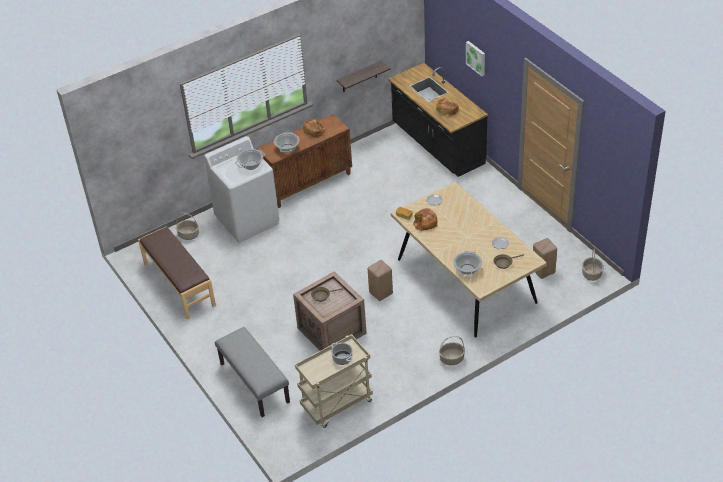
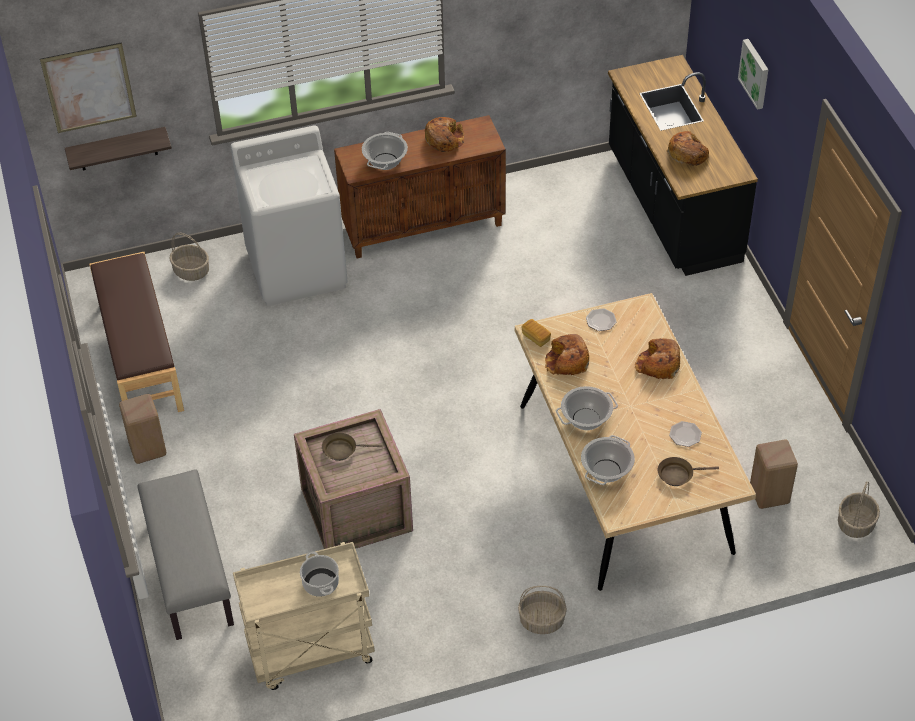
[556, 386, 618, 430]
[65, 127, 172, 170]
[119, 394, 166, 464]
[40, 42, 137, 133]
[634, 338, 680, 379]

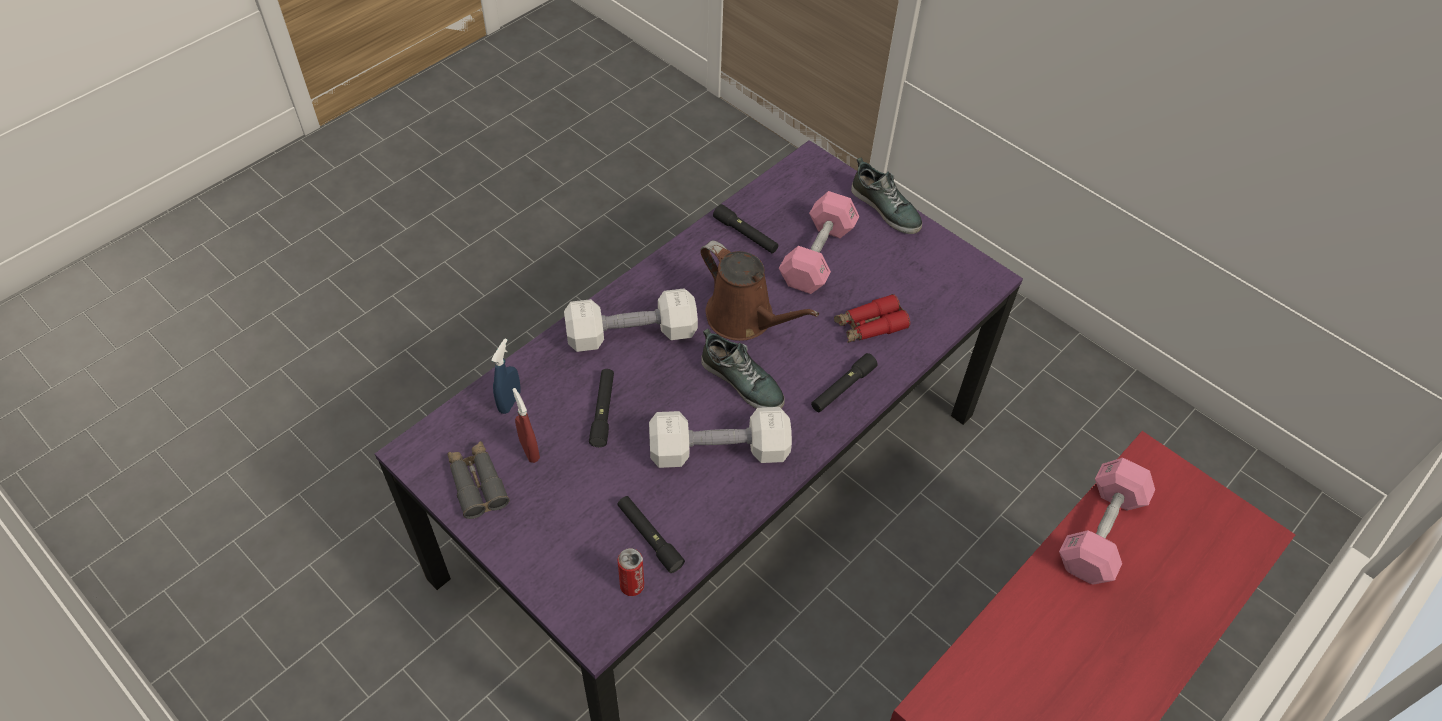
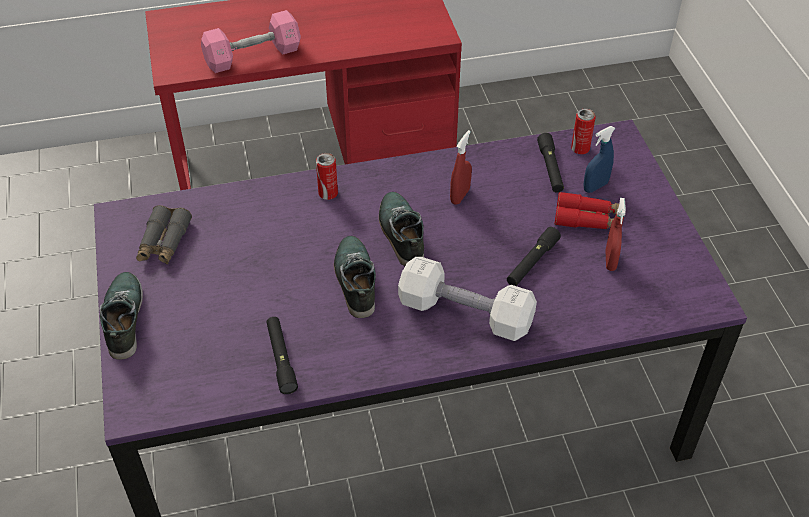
[136, 205, 192, 265]
[583, 126, 615, 193]
[450, 130, 472, 205]
[334, 236, 376, 318]
[779, 191, 859, 294] (first image)
[316, 153, 338, 200]
[554, 192, 619, 229]

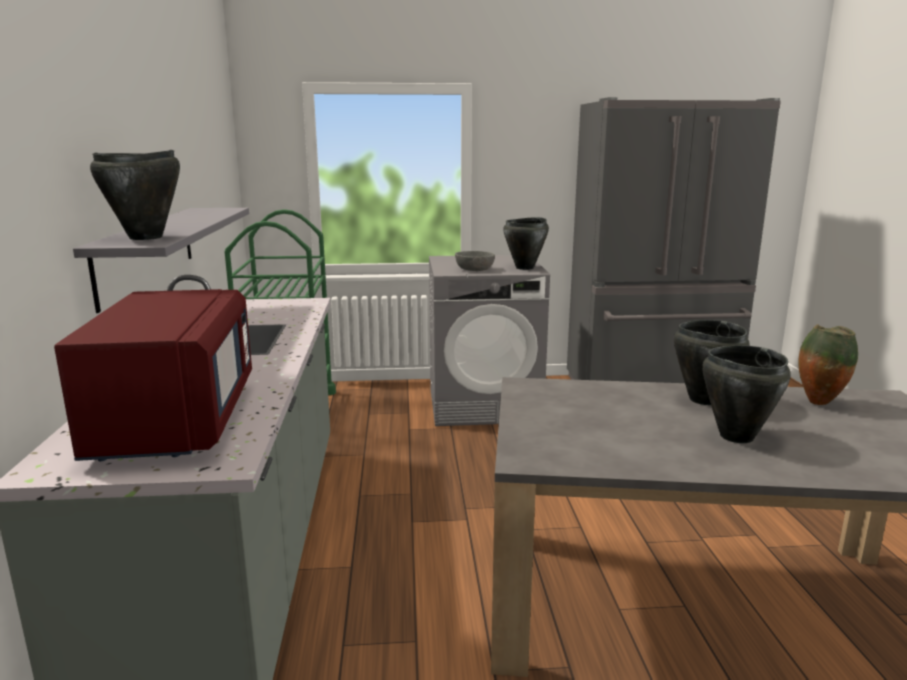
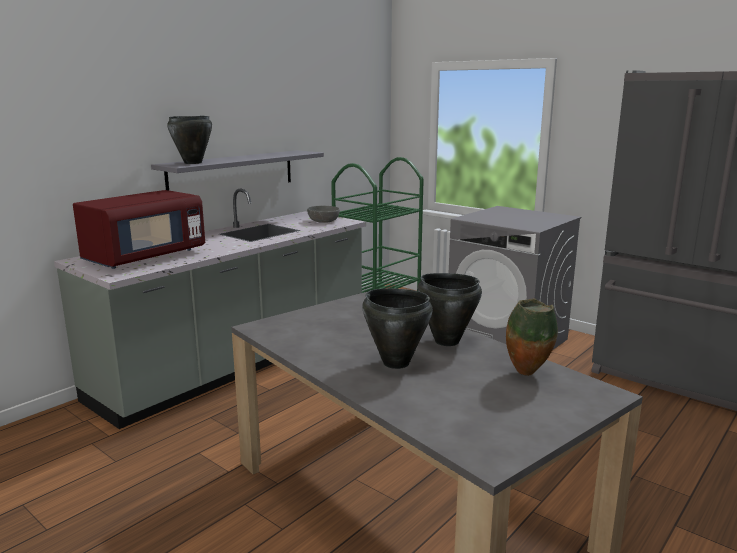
[307, 206, 340, 223]
[503, 217, 549, 270] (first image)

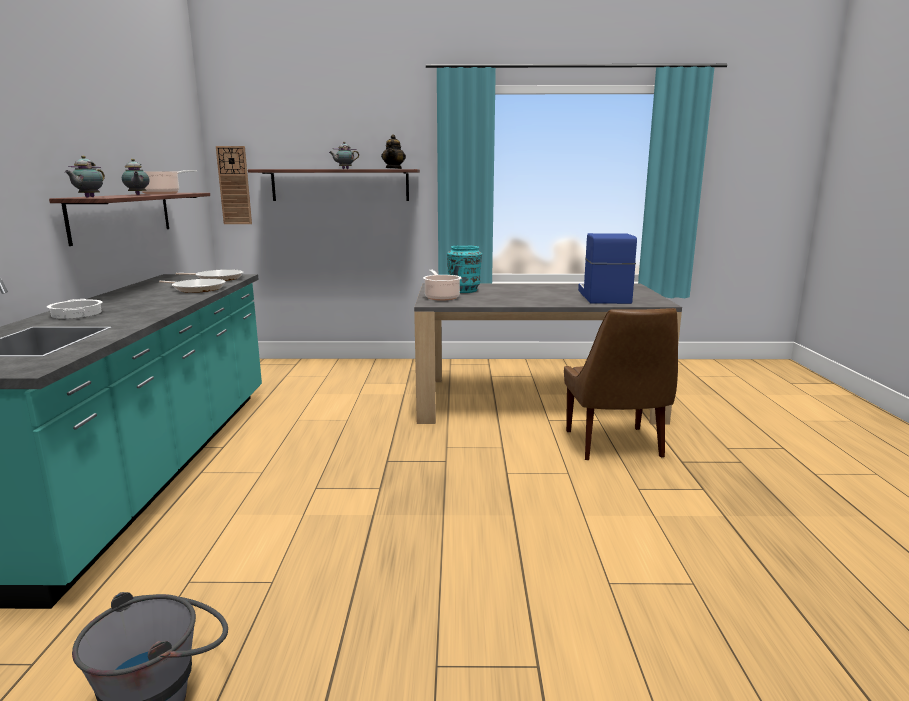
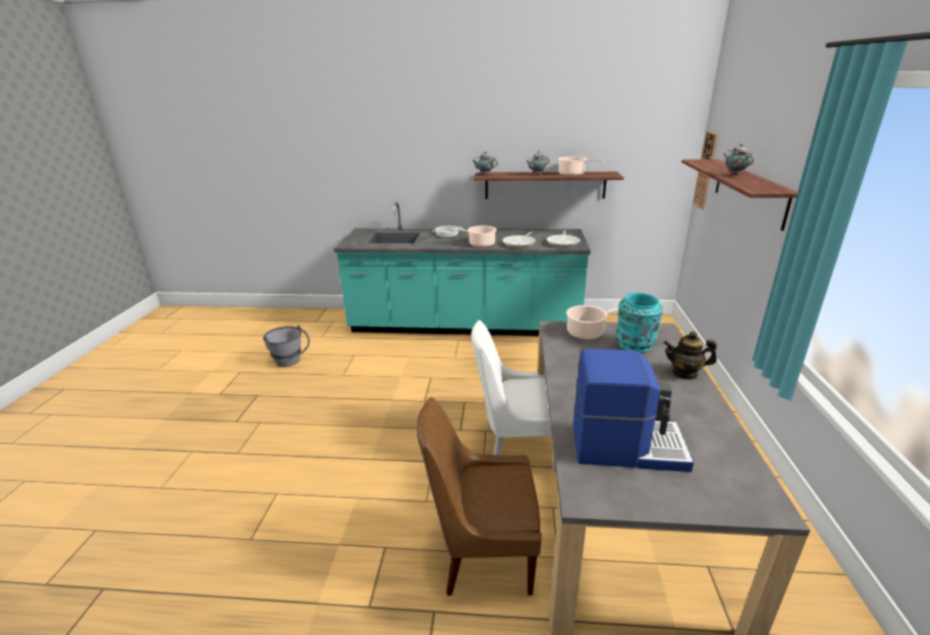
[664, 331, 717, 380]
[450, 226, 497, 247]
[471, 320, 556, 472]

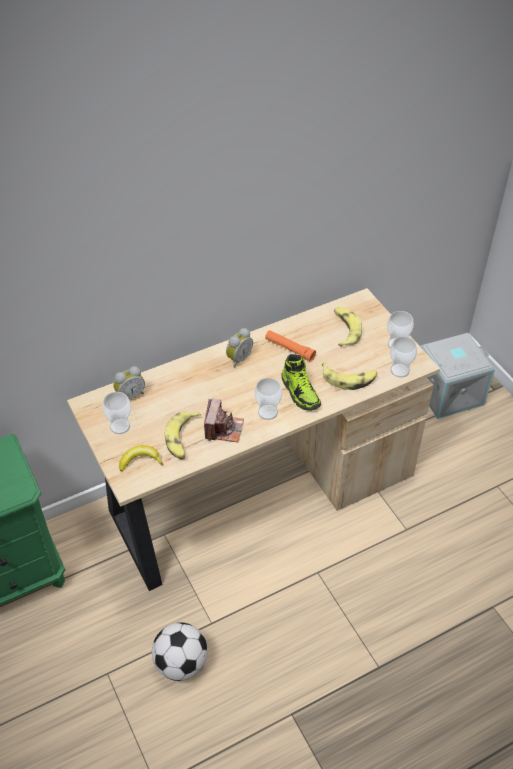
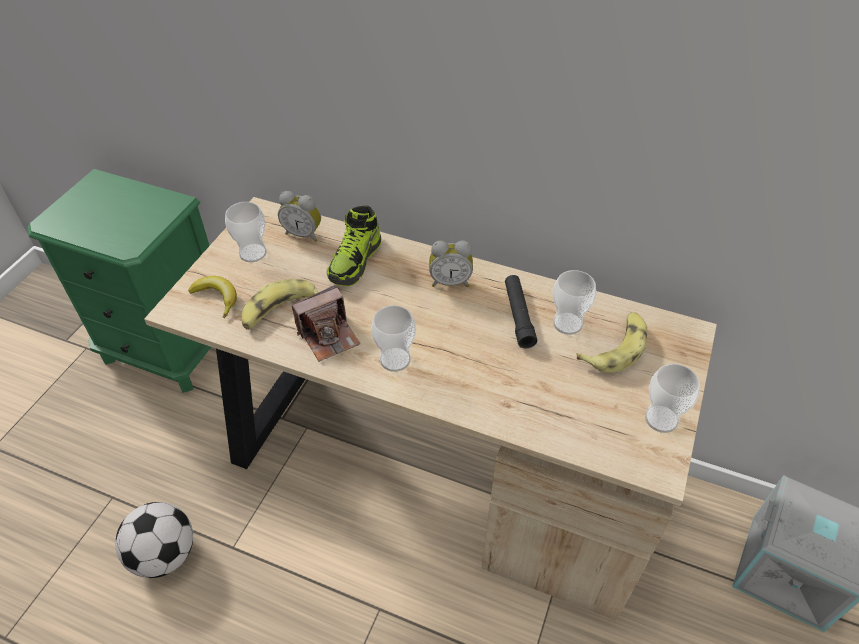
[505, 275, 537, 348]
[327, 206, 381, 286]
[322, 362, 377, 390] (first image)
[553, 270, 596, 335]

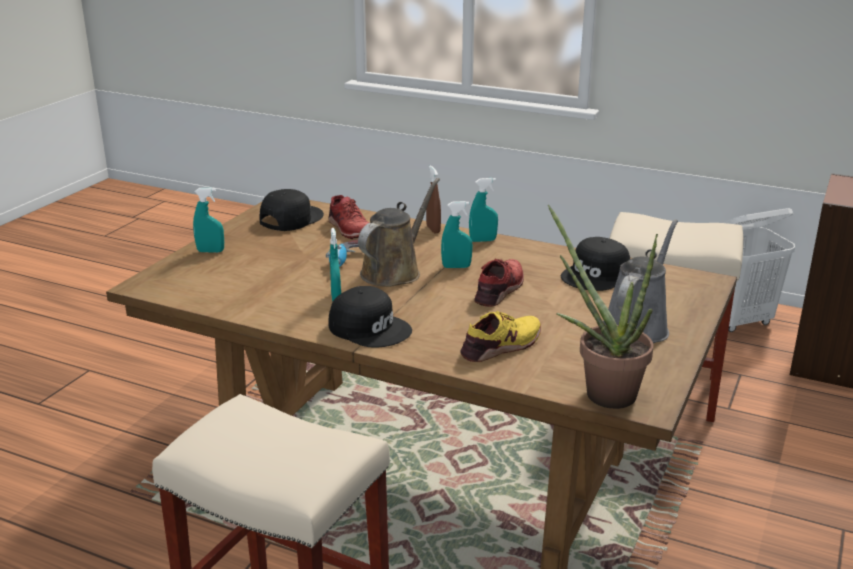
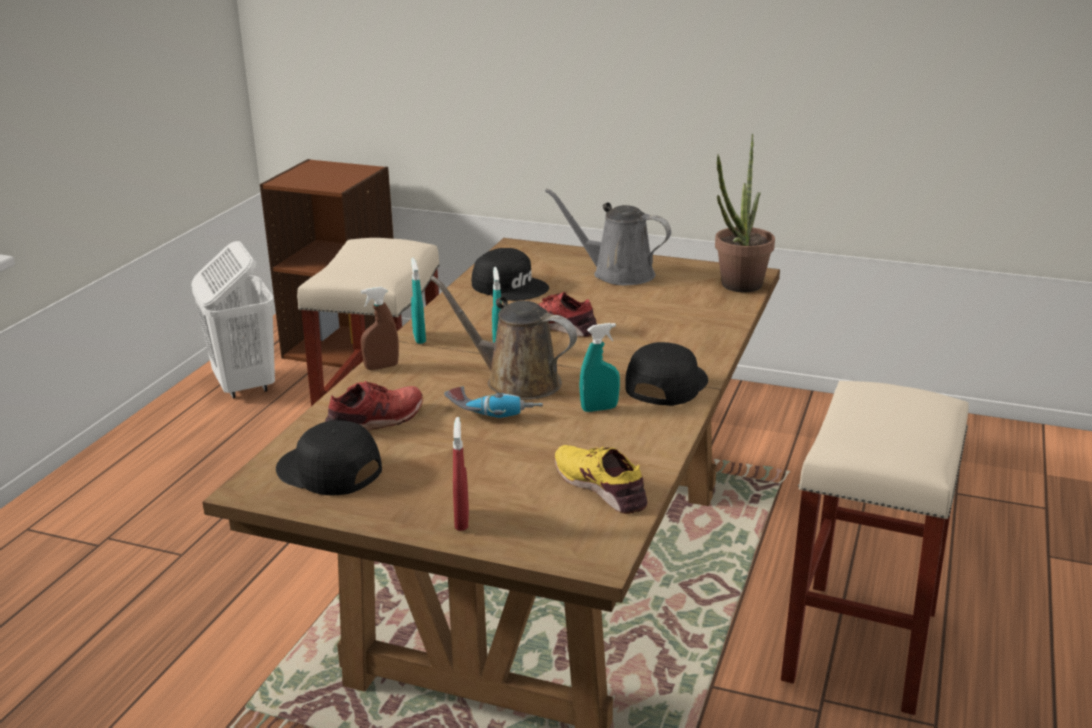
[453, 417, 469, 531]
[555, 445, 647, 514]

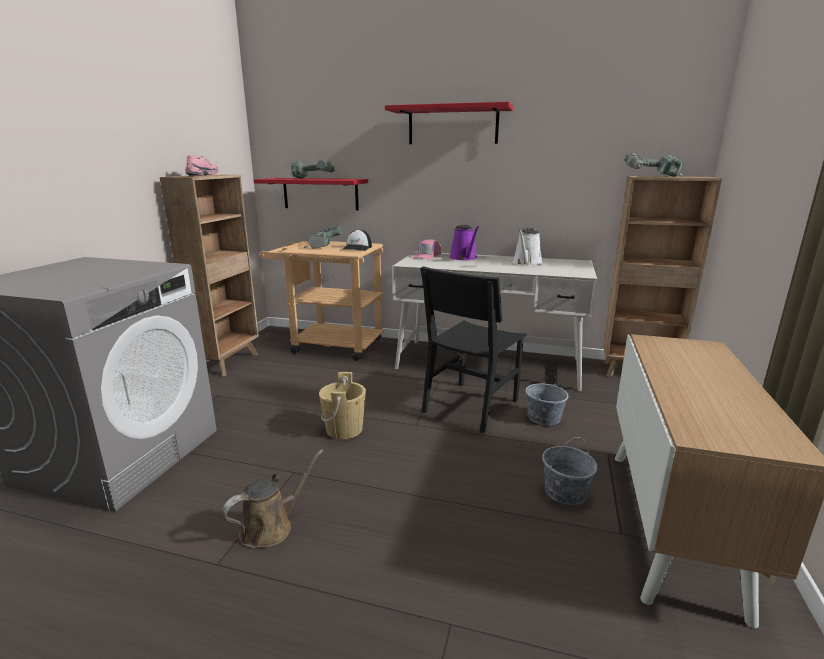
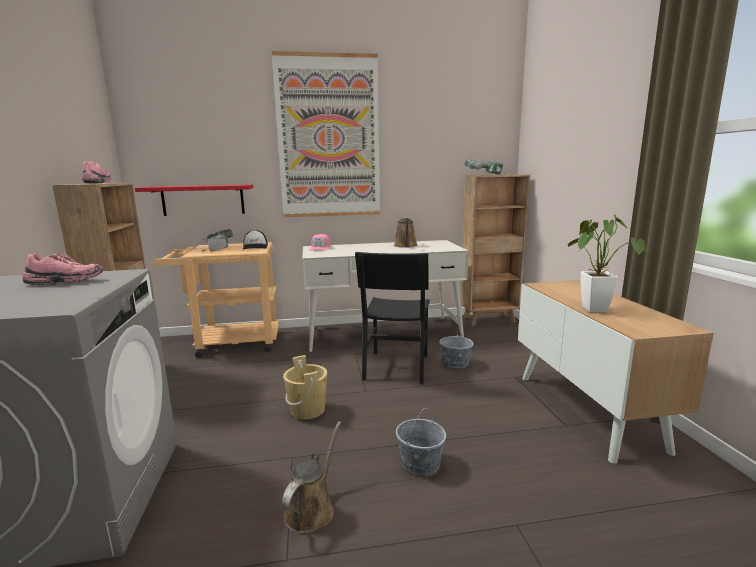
[291, 159, 335, 179] (first image)
[272, 51, 380, 217]
[450, 225, 479, 260] (first image)
[394, 218, 417, 248]
[396, 408, 446, 475]
[22, 253, 103, 285]
[568, 214, 645, 312]

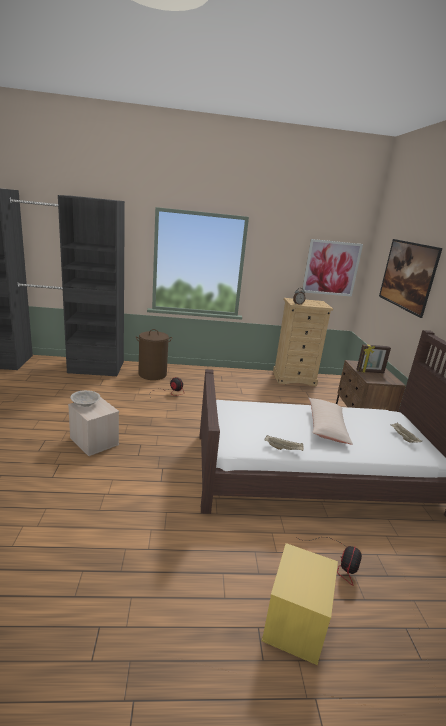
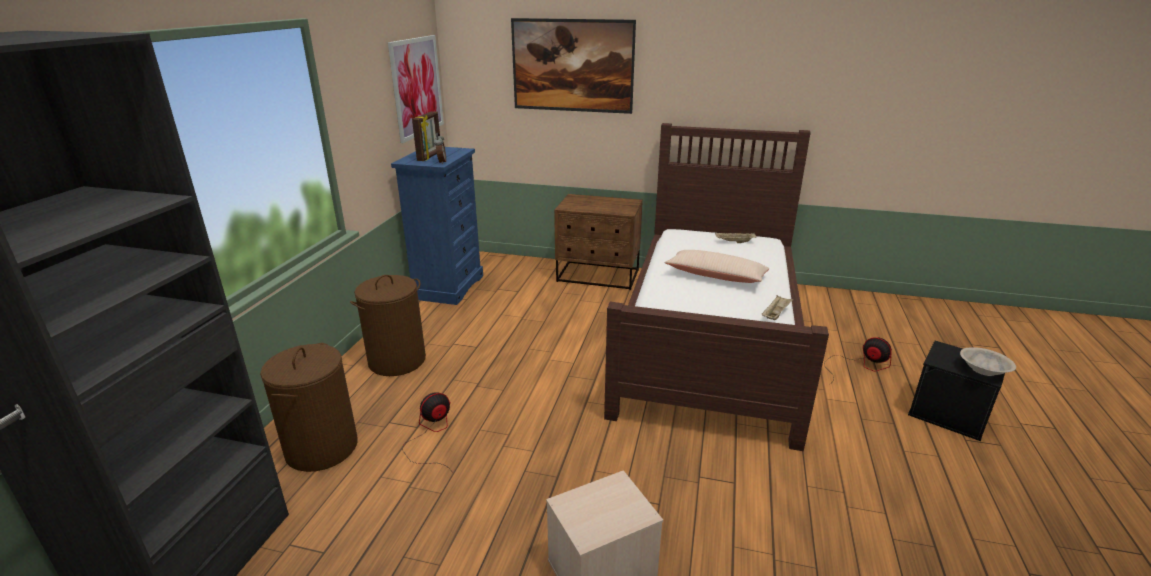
[960, 347, 1016, 376]
[908, 341, 1005, 441]
[391, 147, 483, 305]
[412, 111, 440, 161]
[350, 275, 426, 376]

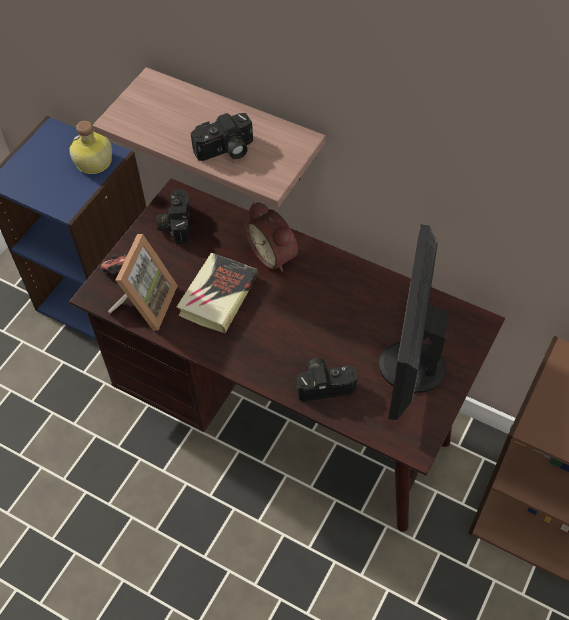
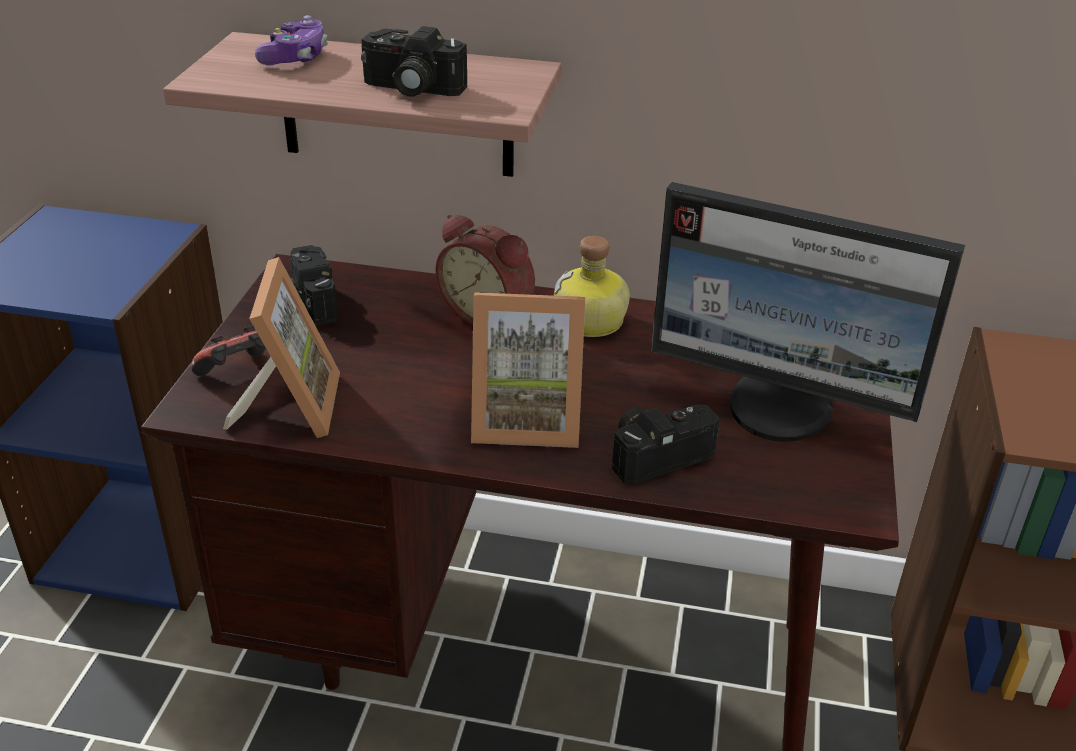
[554, 236, 630, 337]
[177, 253, 258, 334] (first image)
[361, 26, 468, 97]
[651, 182, 965, 442]
[255, 15, 328, 65]
[471, 292, 585, 448]

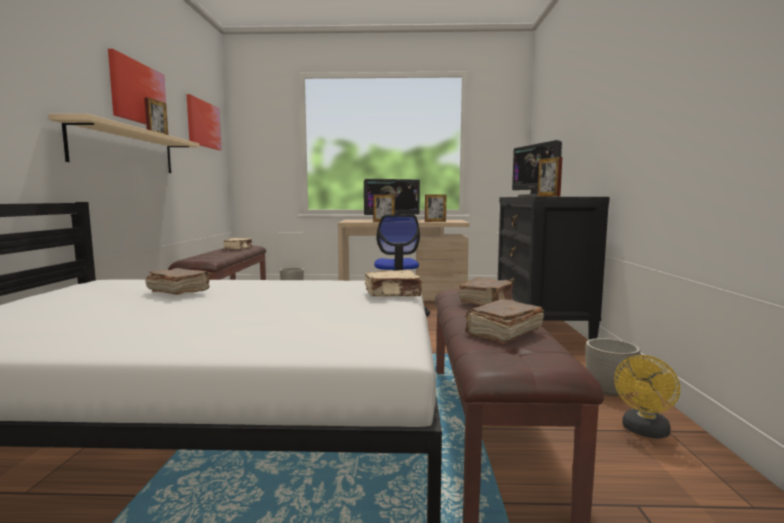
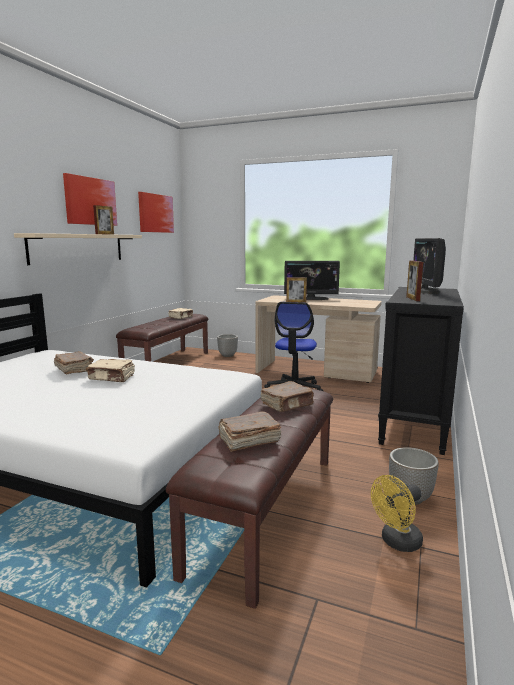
[86, 359, 135, 382]
[425, 194, 446, 222] (first image)

